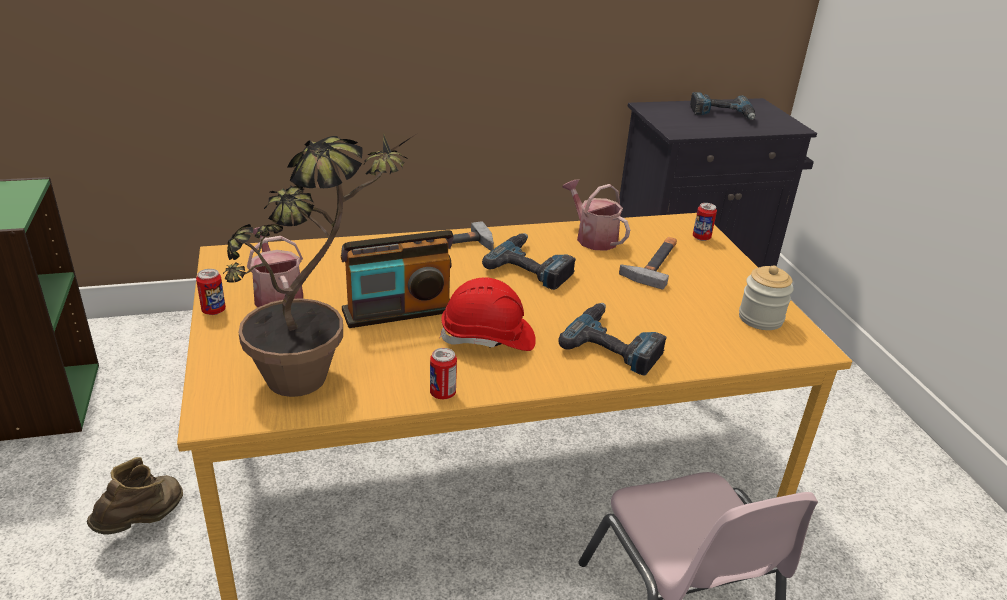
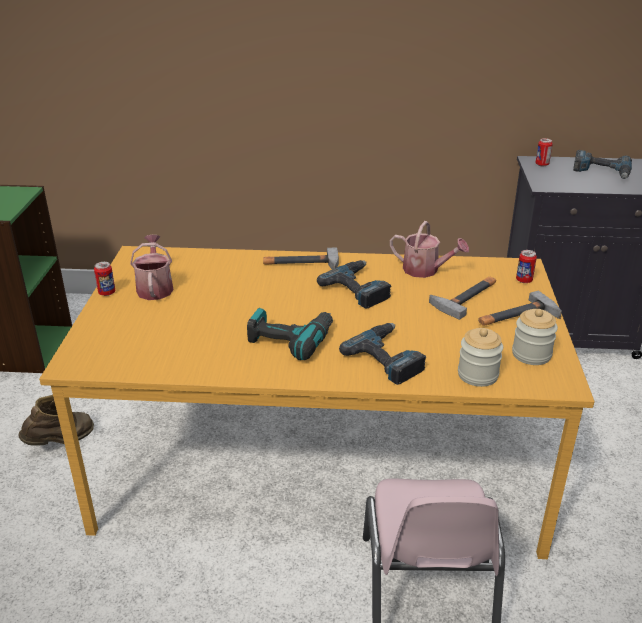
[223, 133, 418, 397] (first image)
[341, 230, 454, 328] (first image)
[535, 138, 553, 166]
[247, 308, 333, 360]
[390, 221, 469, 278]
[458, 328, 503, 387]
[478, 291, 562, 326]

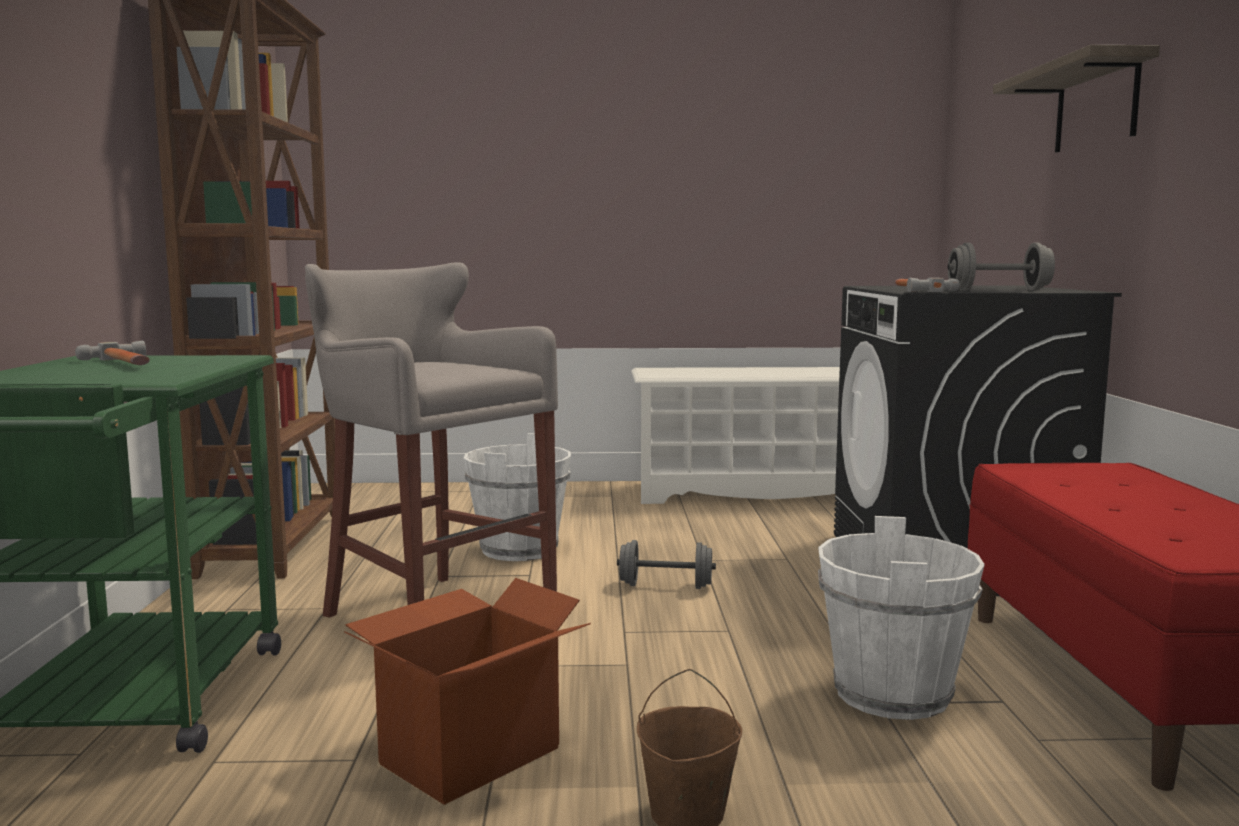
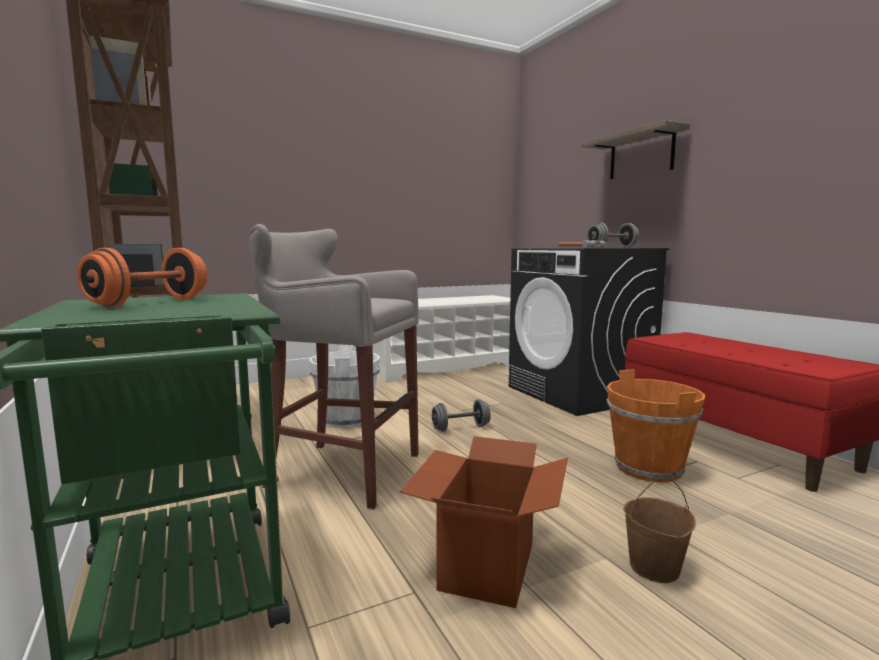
[77, 248, 207, 308]
[607, 369, 705, 482]

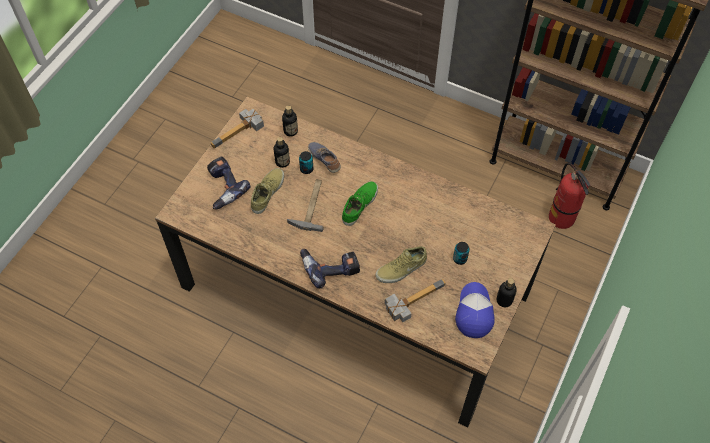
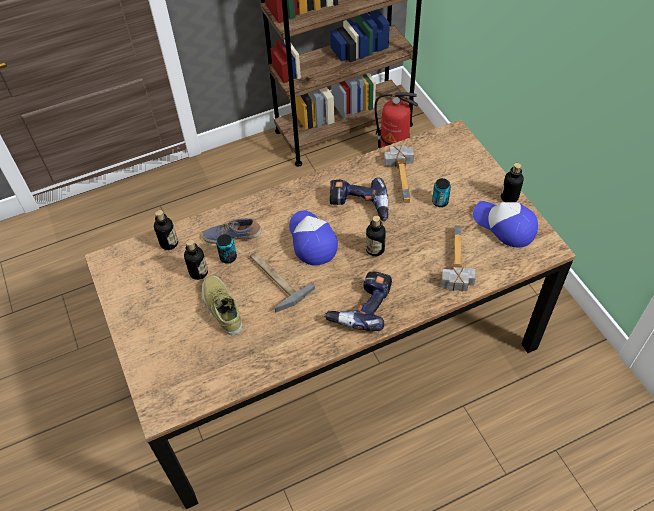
[330, 177, 389, 221]
[384, 145, 414, 203]
[289, 210, 338, 266]
[375, 246, 427, 283] (first image)
[366, 216, 386, 256]

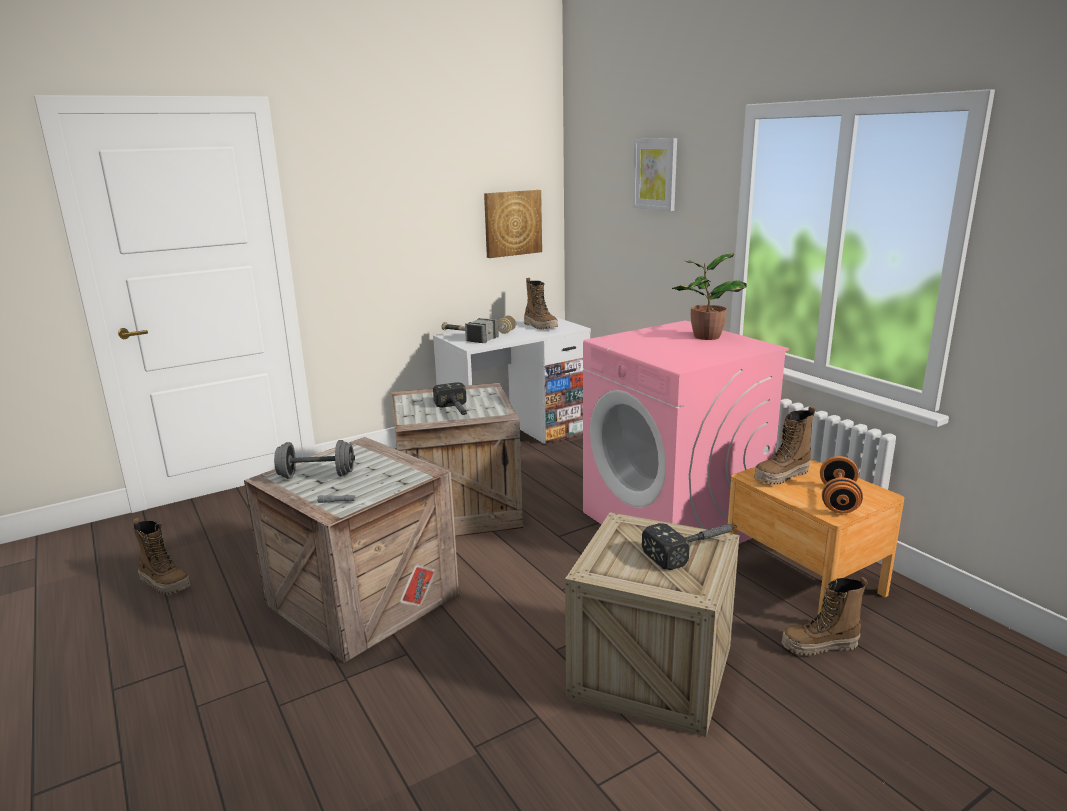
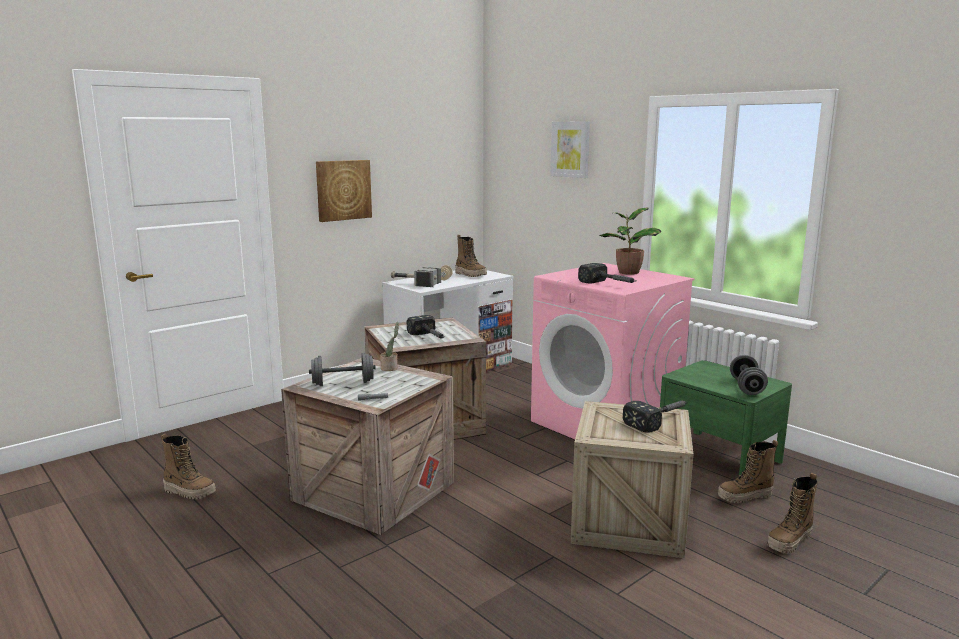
[316, 160, 372, 222]
[660, 360, 792, 475]
[767, 473, 818, 554]
[730, 355, 768, 395]
[380, 322, 399, 371]
[578, 263, 636, 283]

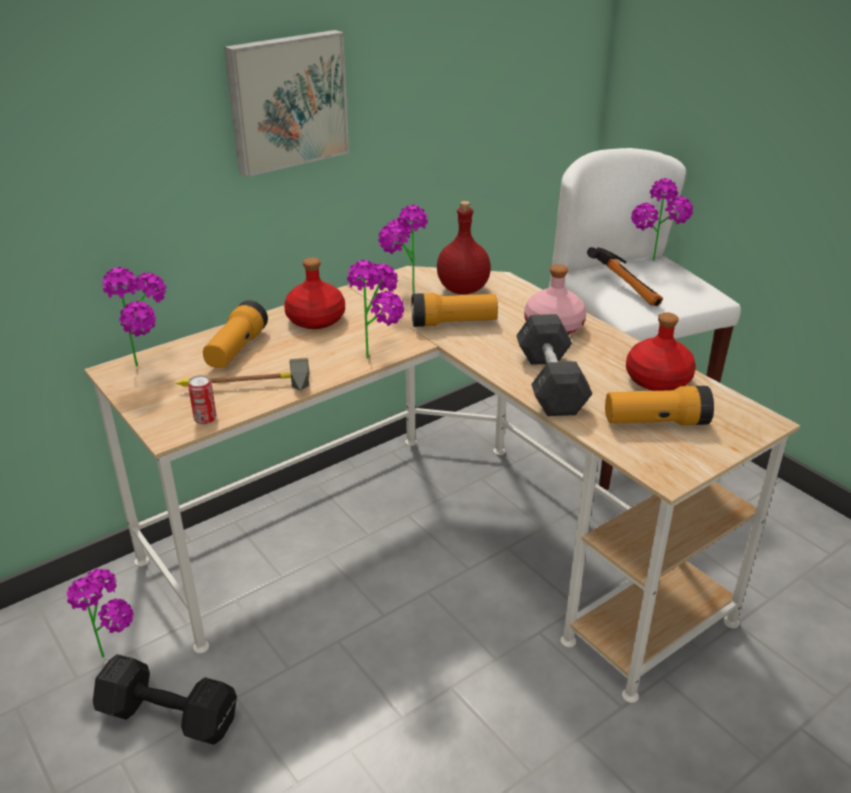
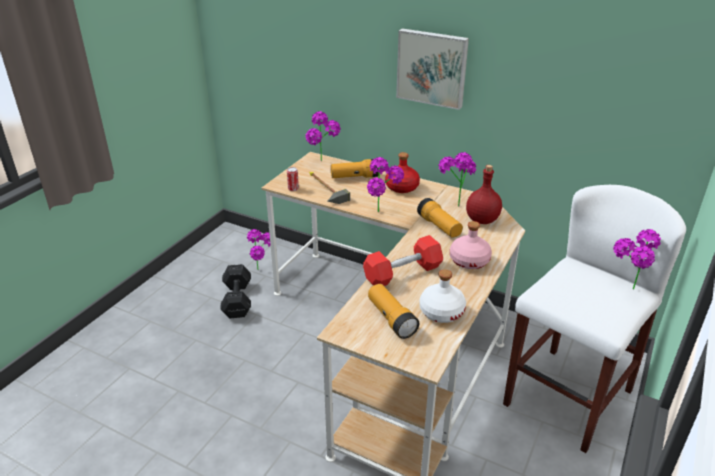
[363, 235, 443, 286]
[587, 247, 663, 306] (first image)
[420, 269, 466, 323]

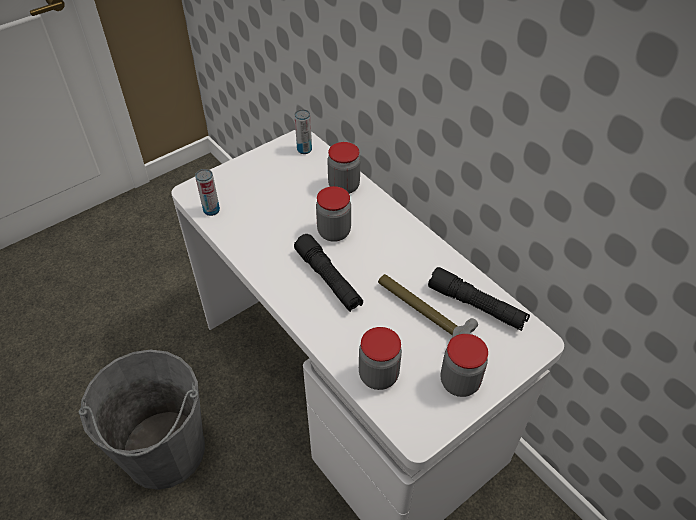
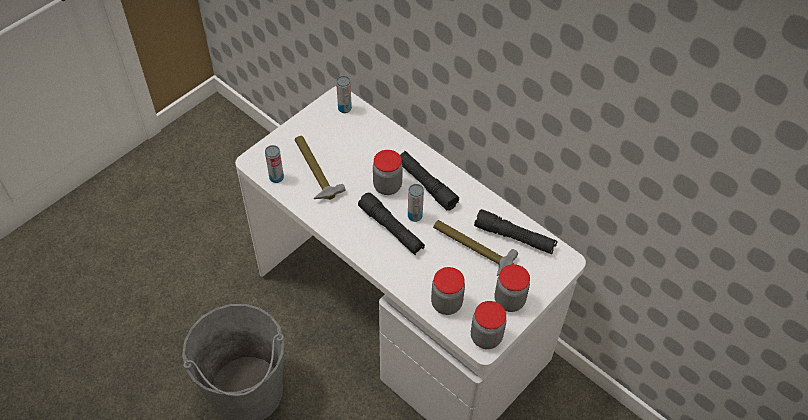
[471, 301, 506, 349]
[295, 136, 345, 200]
[400, 151, 459, 211]
[408, 184, 424, 222]

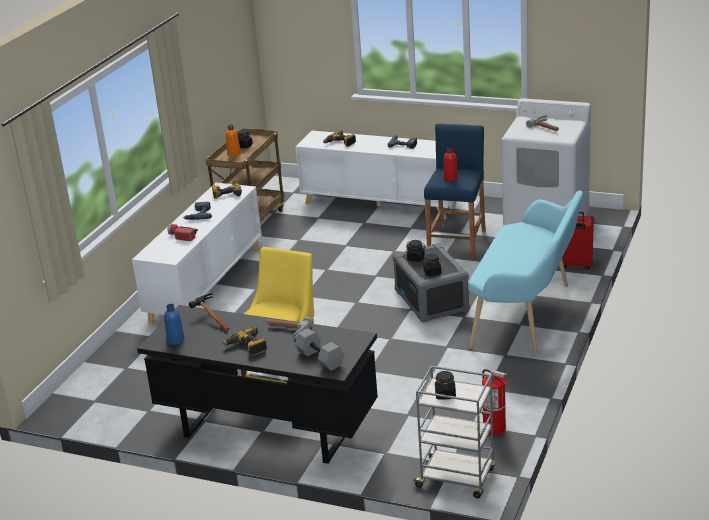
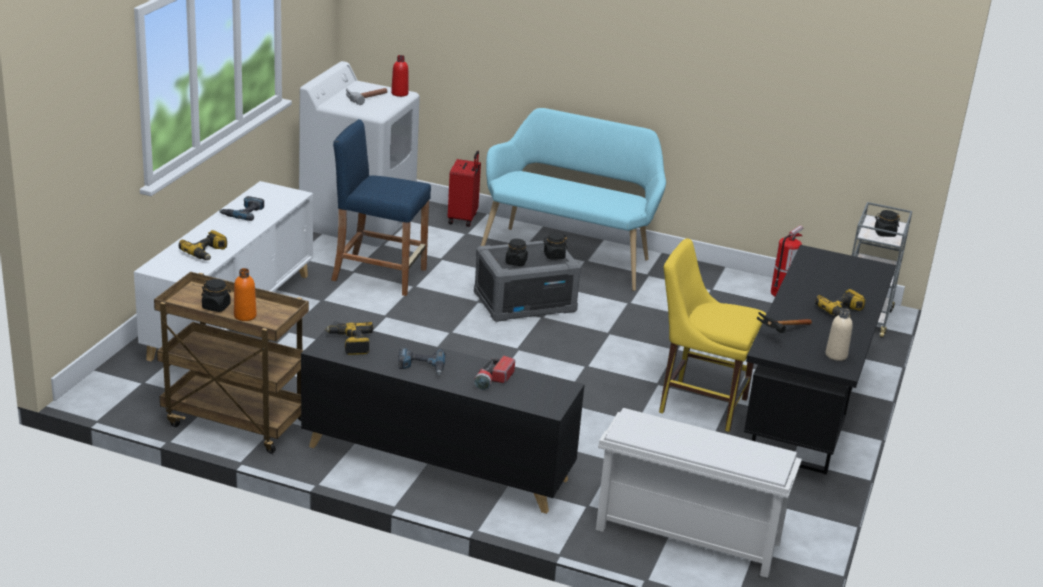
[301, 321, 585, 514]
[825, 308, 853, 361]
[268, 317, 313, 339] (first image)
[295, 328, 344, 371] (first image)
[391, 55, 408, 97]
[596, 408, 802, 578]

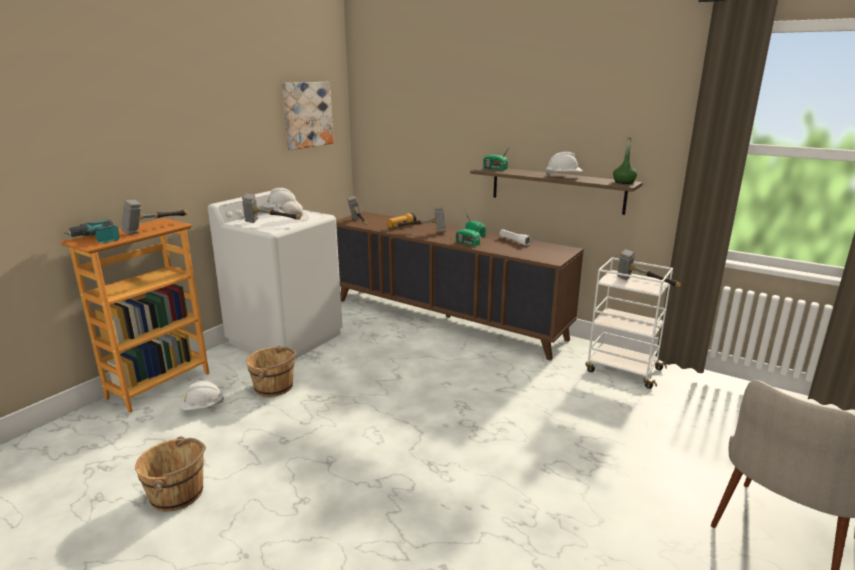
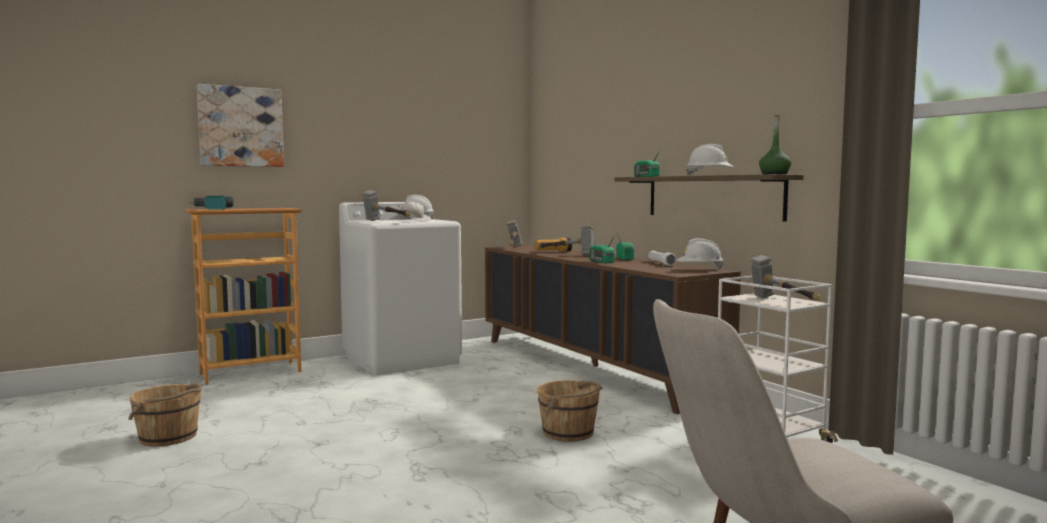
[121, 200, 188, 235] (first image)
[677, 238, 723, 269]
[537, 380, 603, 441]
[197, 84, 284, 167]

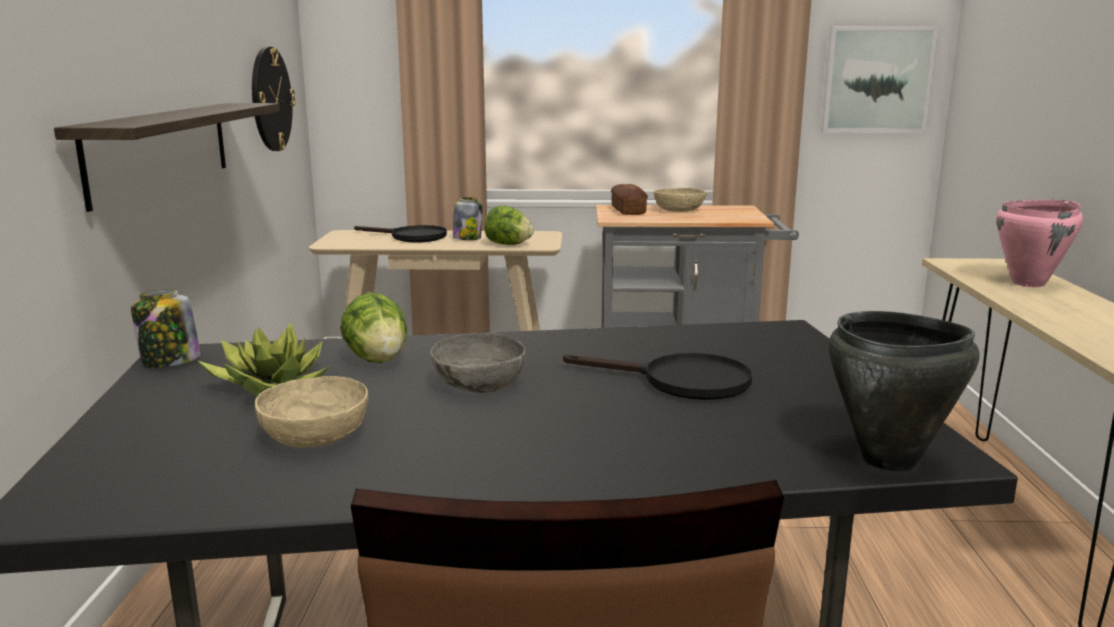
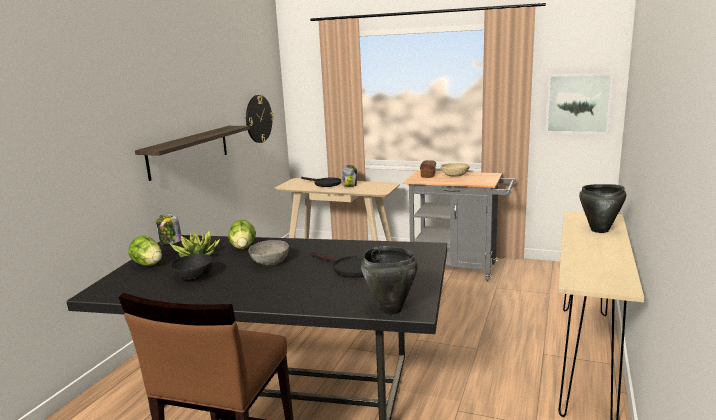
[170, 254, 213, 281]
[128, 236, 162, 266]
[579, 184, 626, 233]

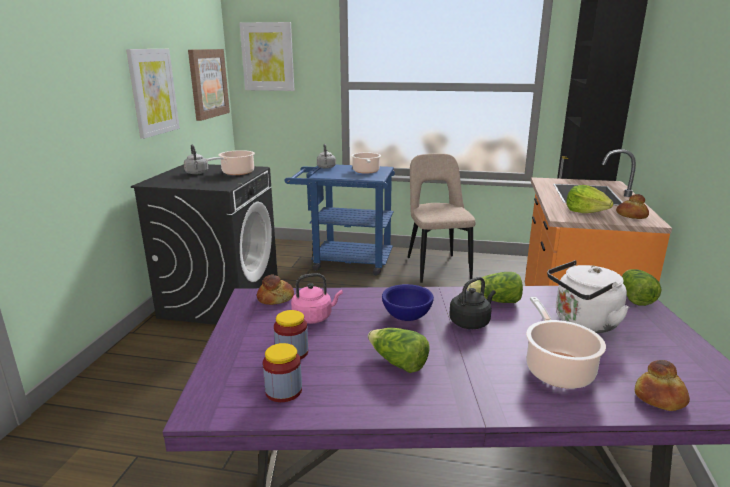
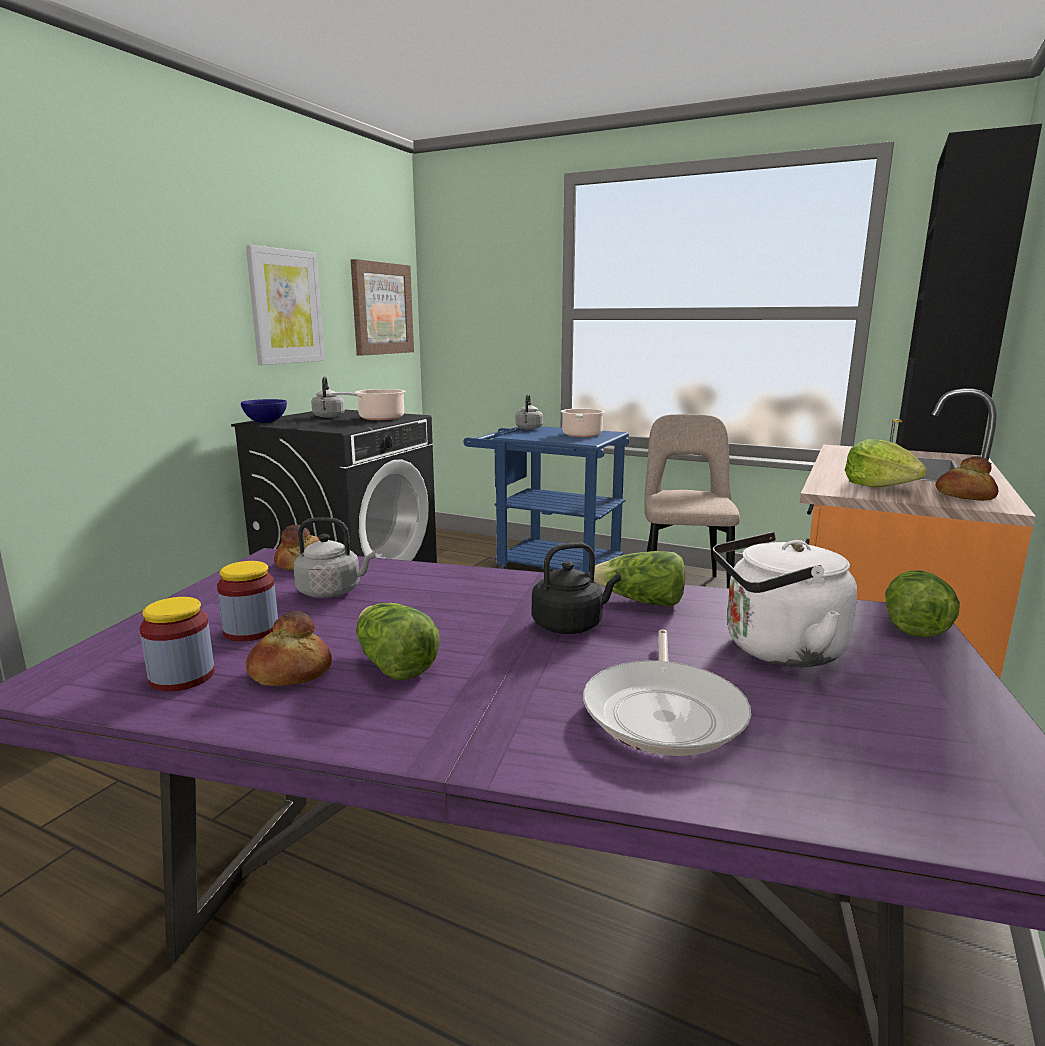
[239, 22, 294, 91] (first image)
[293, 517, 375, 598]
[241, 399, 287, 423]
[583, 629, 751, 756]
[246, 611, 332, 686]

